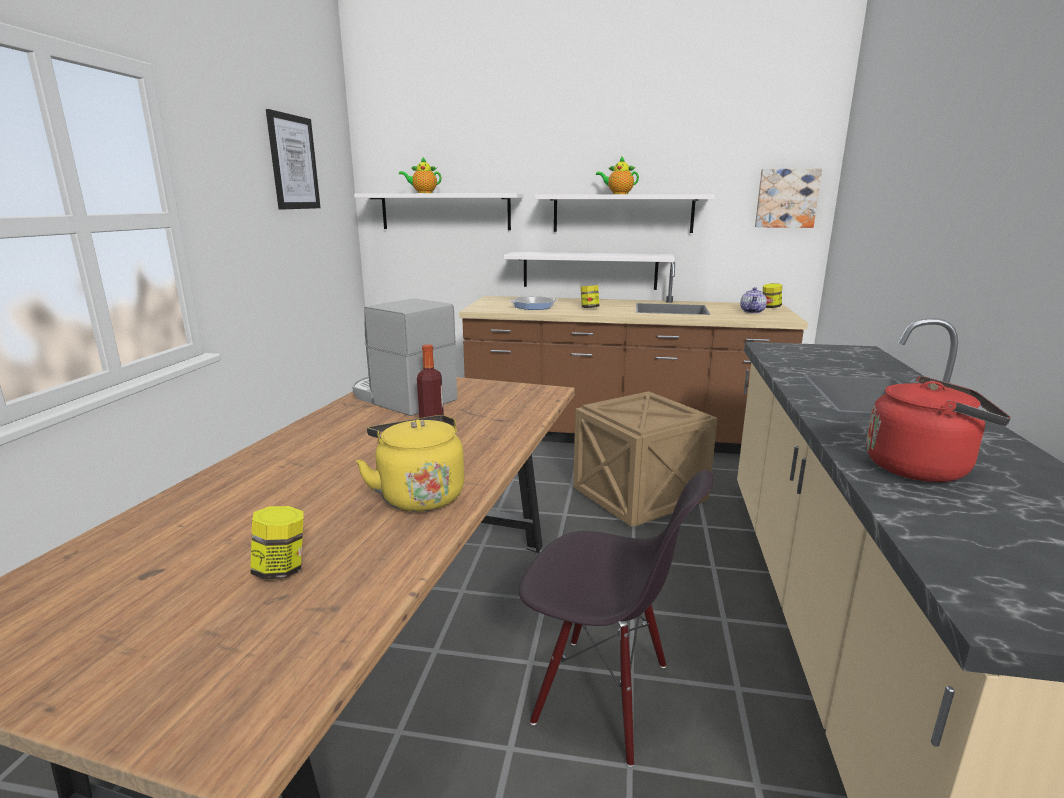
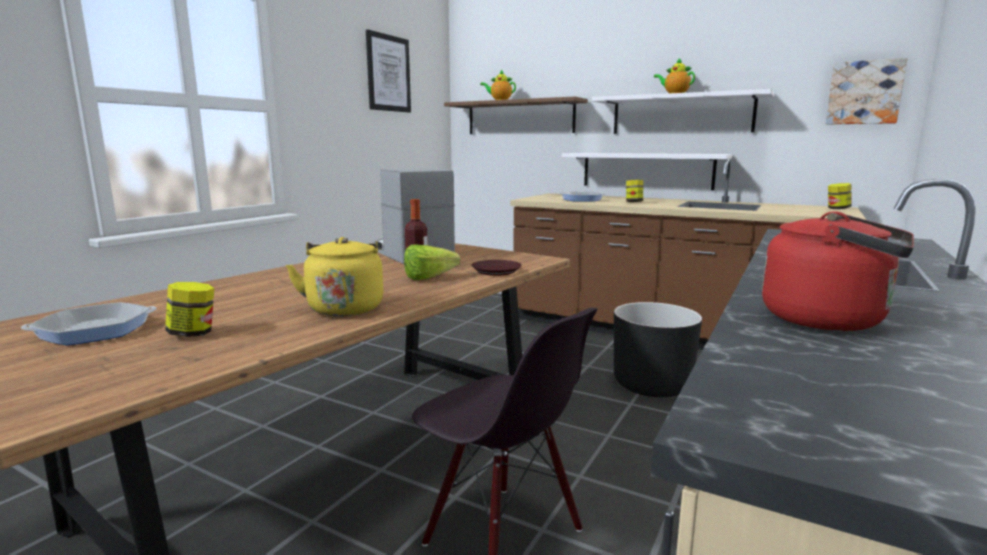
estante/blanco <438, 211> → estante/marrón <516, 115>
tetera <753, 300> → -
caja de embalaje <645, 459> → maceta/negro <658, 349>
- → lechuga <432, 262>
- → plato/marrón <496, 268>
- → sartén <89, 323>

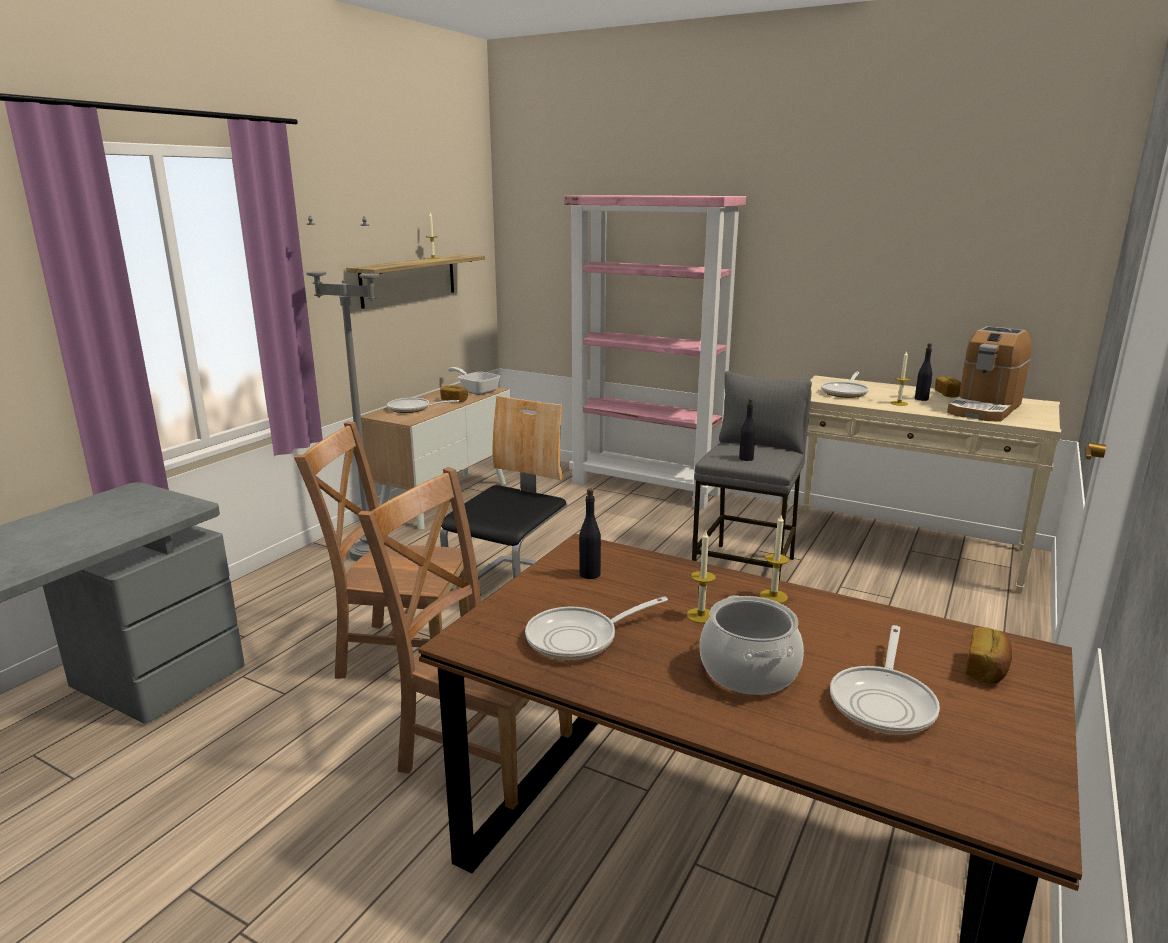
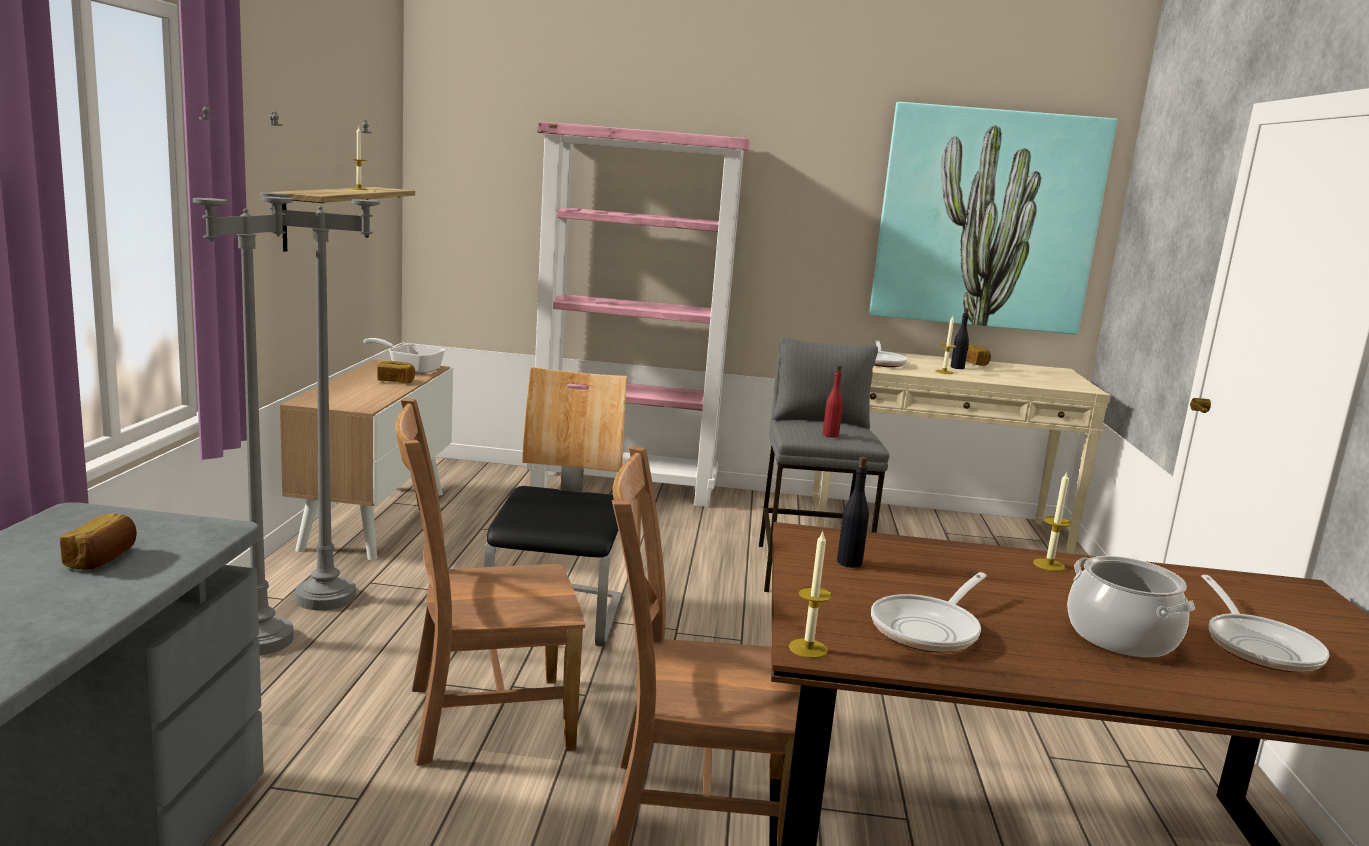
cafetera <989, 373> → -
sartén <423, 405> → -
botella/negro <747, 430> → botella/rojo <833, 401>
vela <701, 577> → vela <810, 595>, moved
pan <988, 655> → pan <98, 541>, moved
- → cuadro <993, 218>
- → lámpara de pie/gris <243, 379>

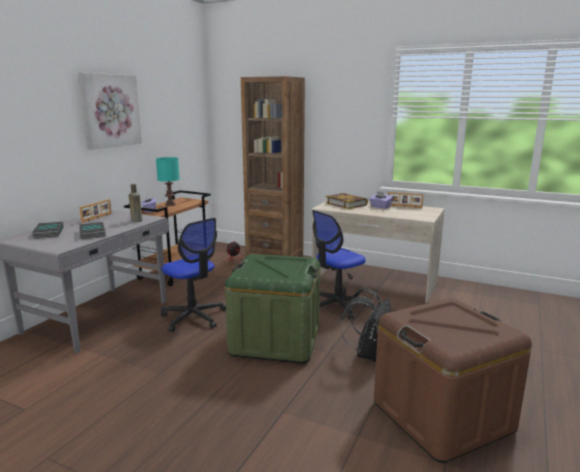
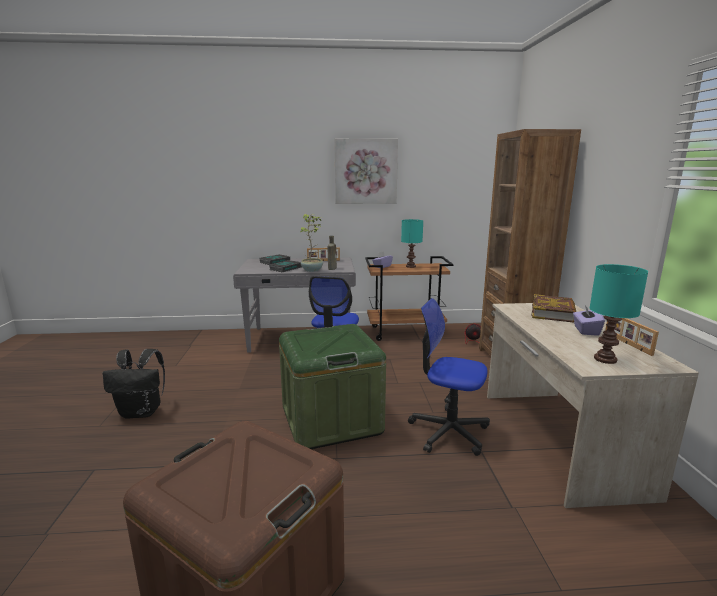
mochila/negro <365, 325> → mochila/negro <133, 384>, moved
- → planta en maceta <311, 243>
- → lámpara de mesa/turquesa <618, 314>

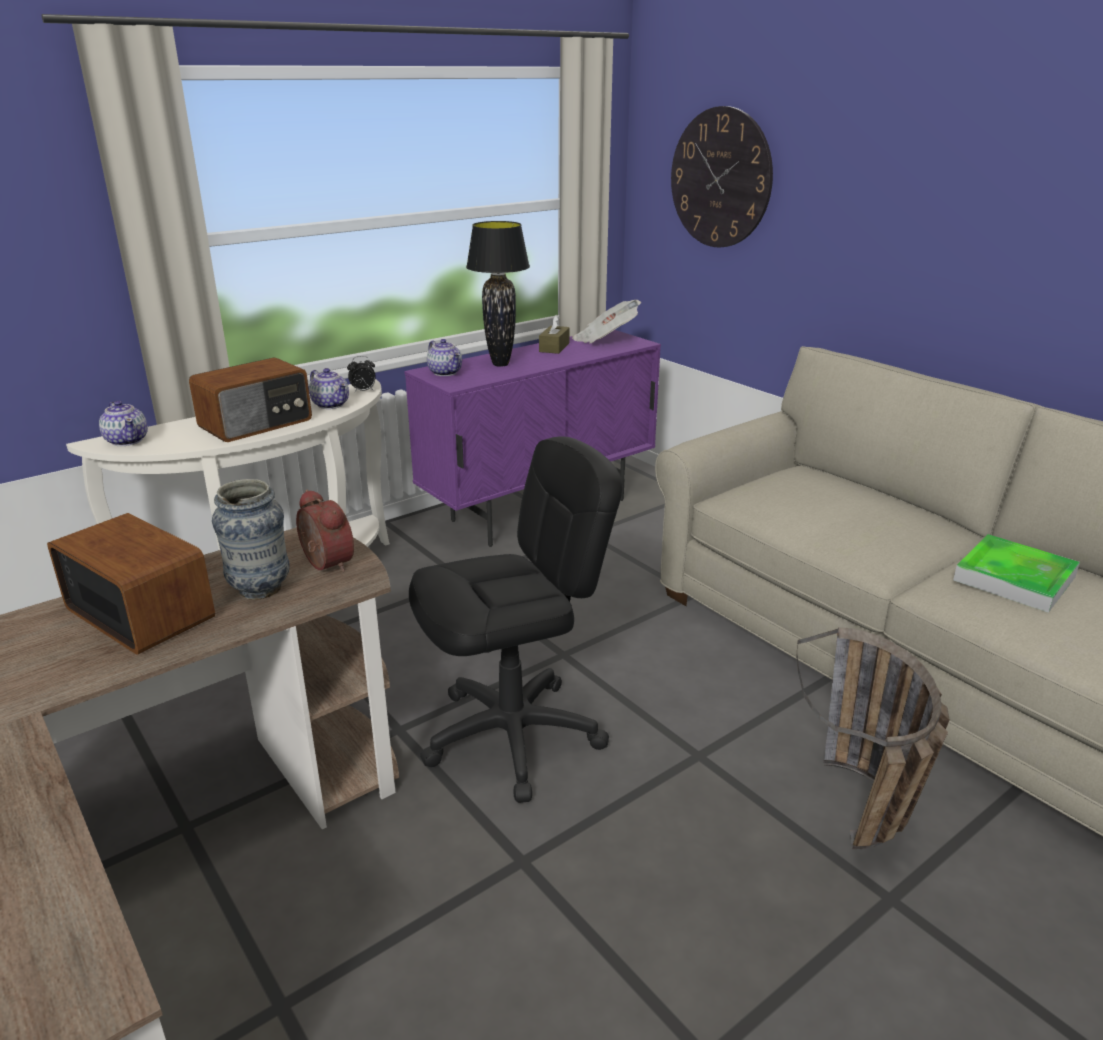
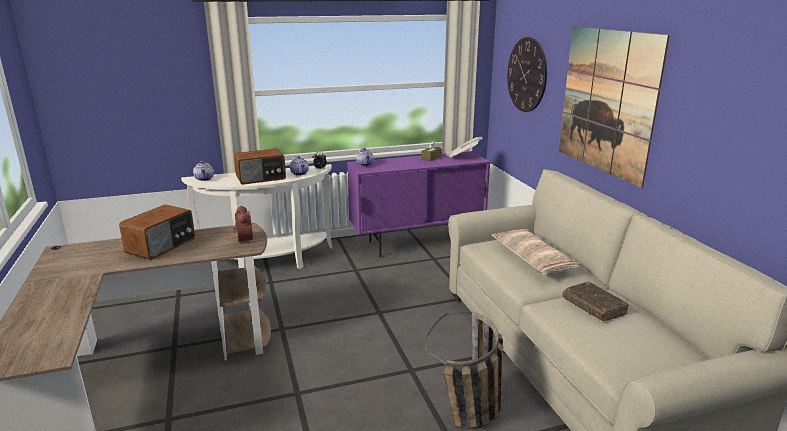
lámpara de mesa/negro <498, 294> → -
silla de oficina/negro <515, 619> → -
florero <251, 539> → -
radio <131, 583> → radio <157, 232>, 60 degrees clockwise
bandeja <1016, 573> → libro/marrón <595, 301>
- → cuadro <614, 107>
- → cojín <536, 252>

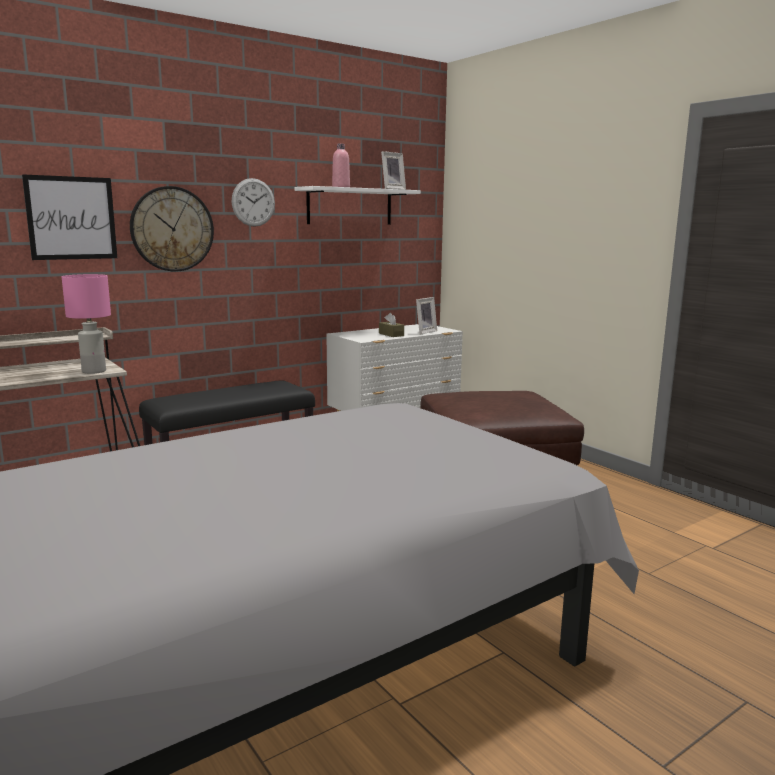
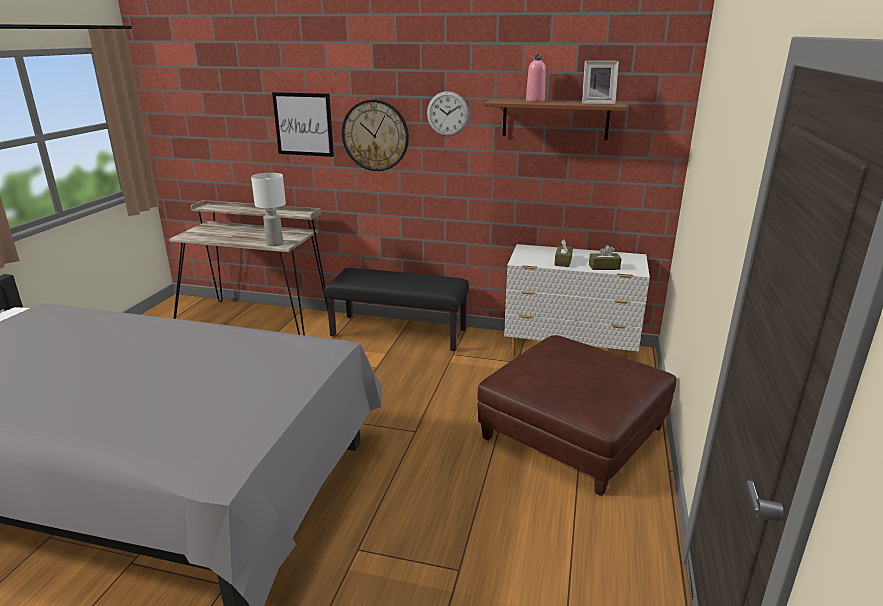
estante/blanco <357, 205> → estante/marrón <555, 119>
lámpara de mesa/rosa <86, 324> → lámpara de mesa/blanco <268, 209>
portarretratos <426, 315> → caja de pañuelos/marrón <605, 257>

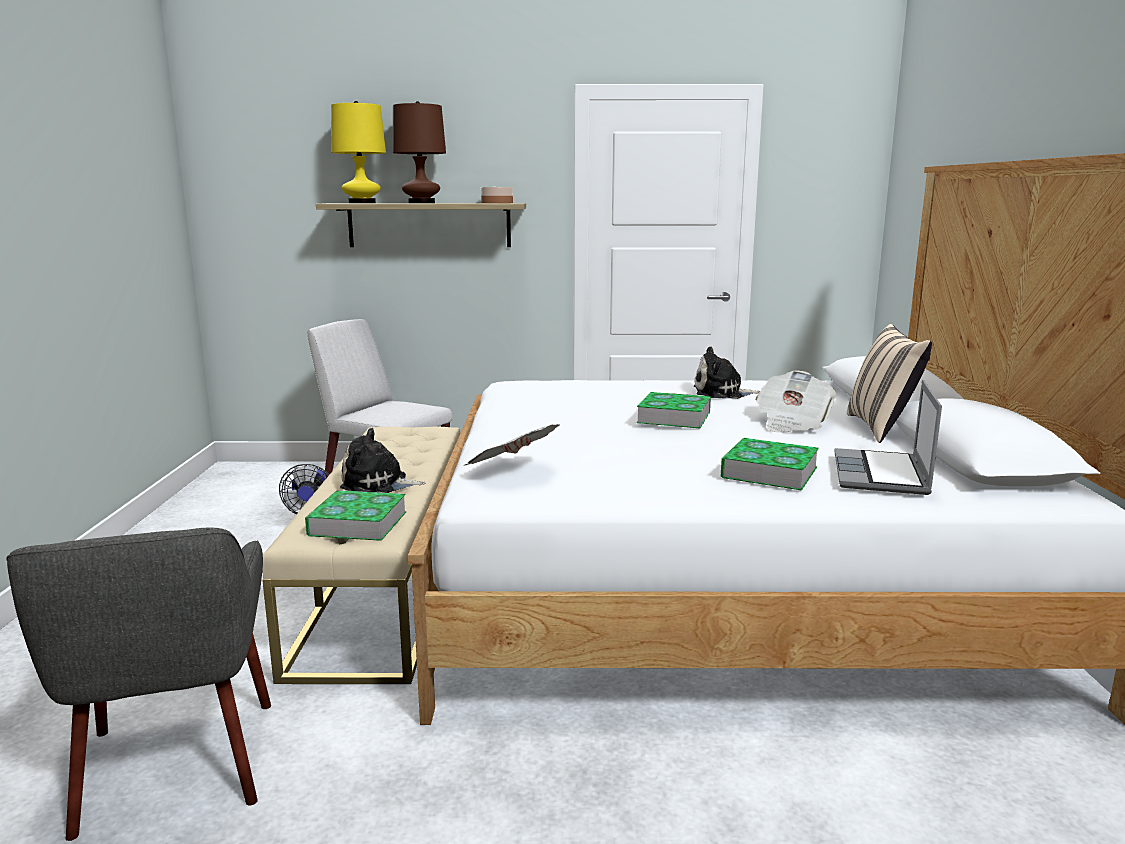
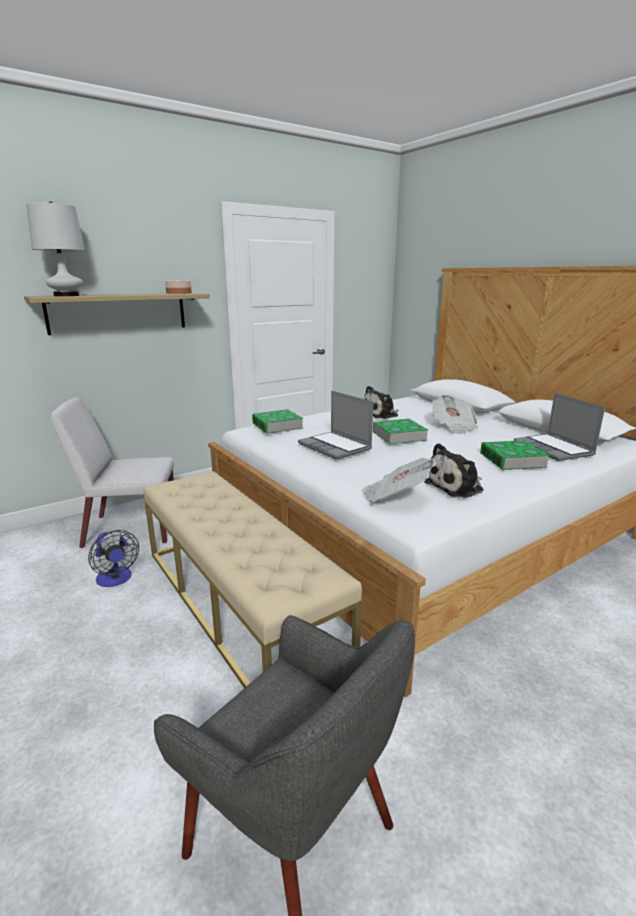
lámpara de mesa/amarillo <358, 152> → lámpara de mesa/blanco <55, 248>
lámpara de mesa/marrón <419, 152> → -
cojín/beis <889, 383> → -
peluche <383, 460> → peluche <454, 470>, moved
libro <355, 515> → libro <277, 421>, moved
- → portátil <335, 425>

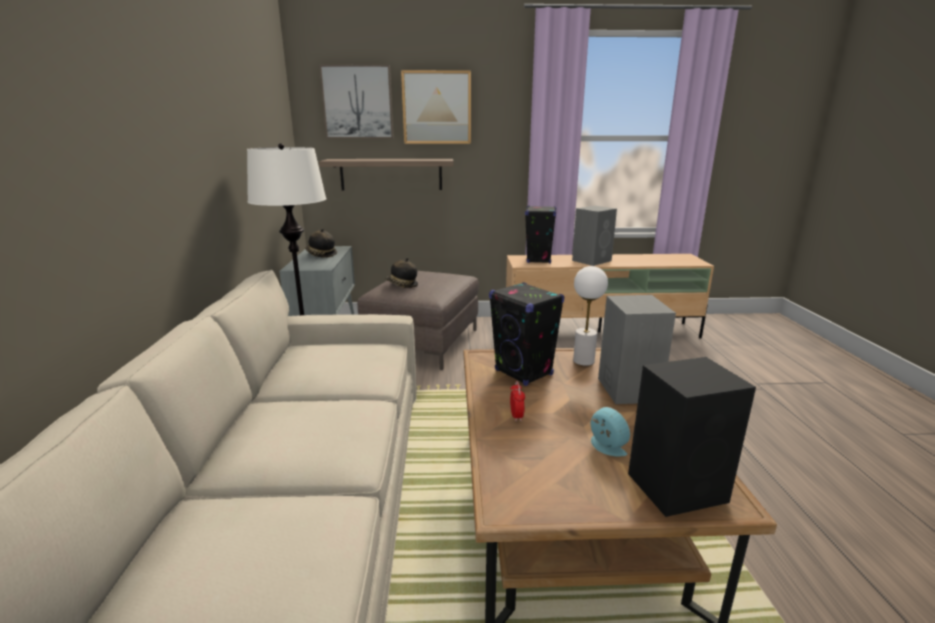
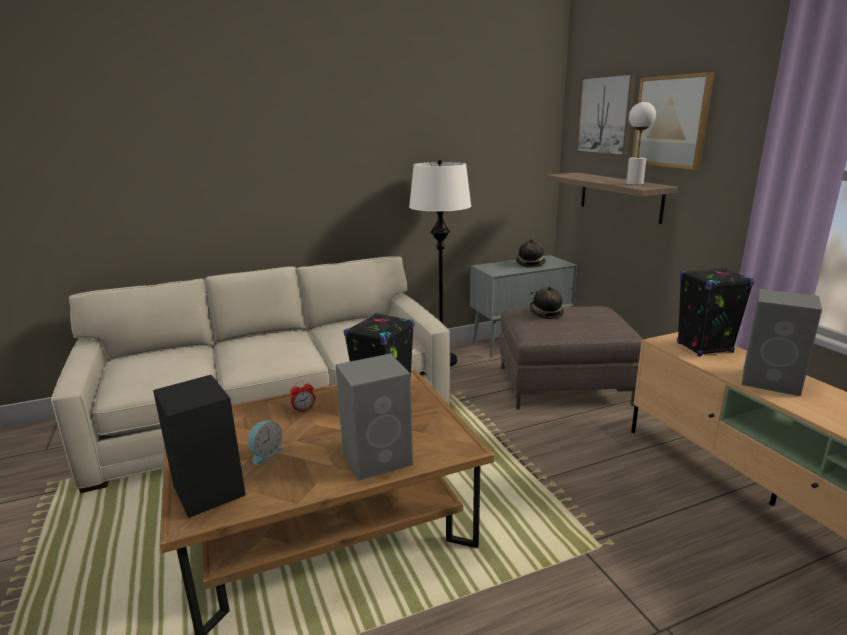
lámpara de mesa/blanco <590, 316> → lámpara de mesa/blanco <641, 143>, moved

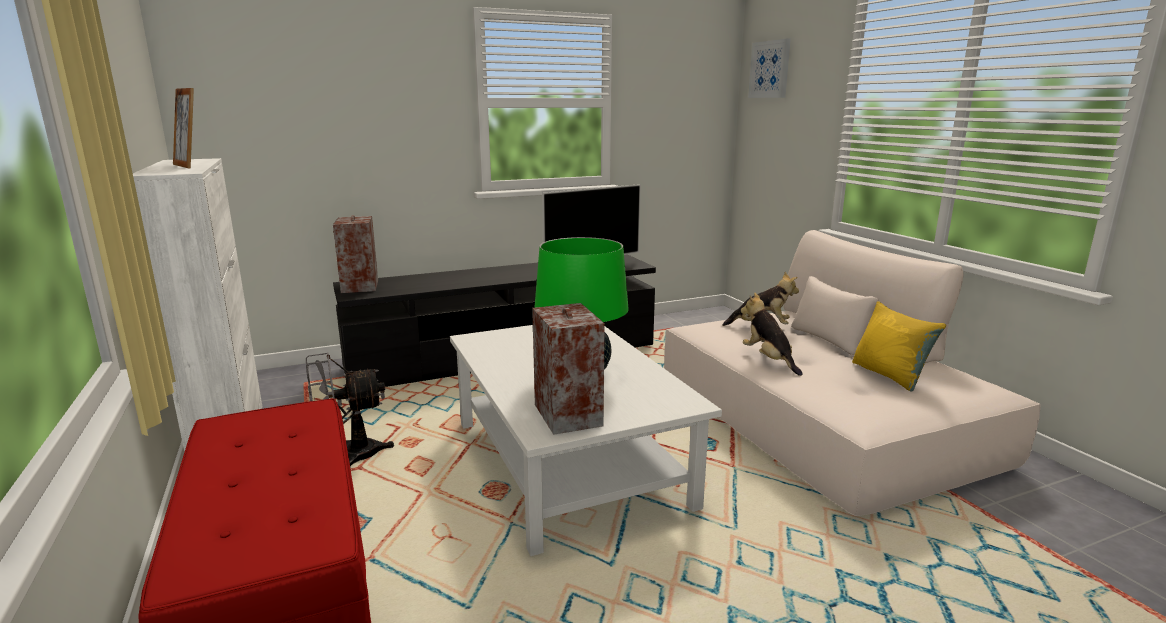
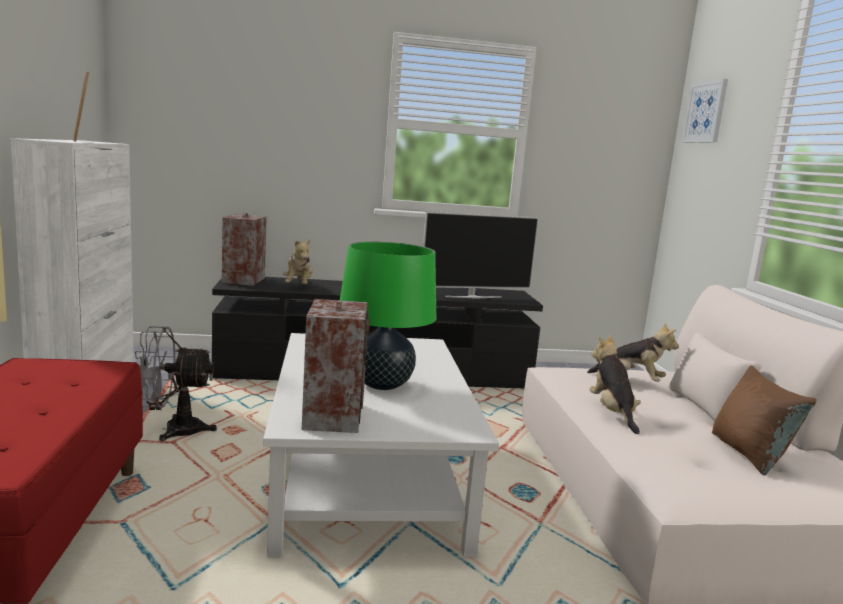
cojín/amarillo <899, 346> → cojín/marrón <764, 420>
- → peluche <298, 262>

